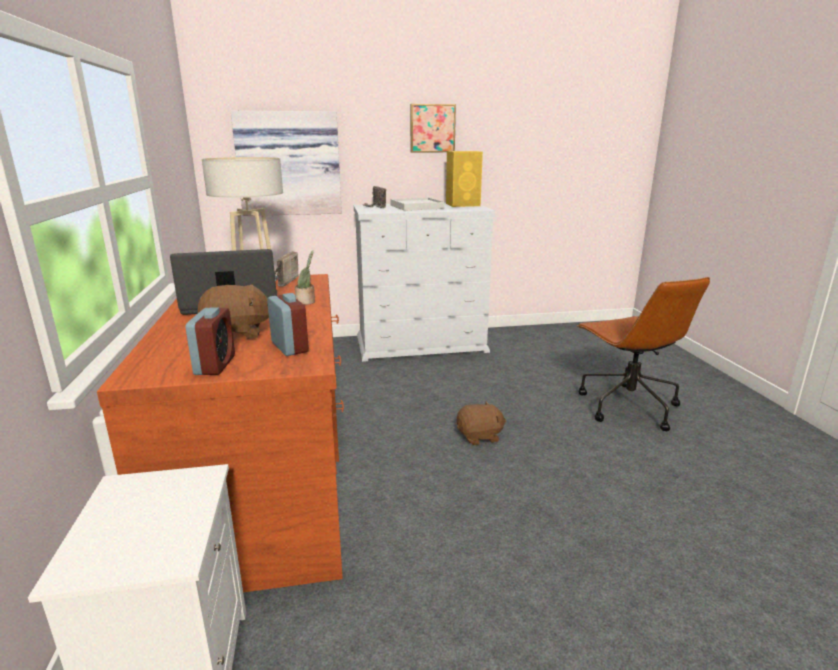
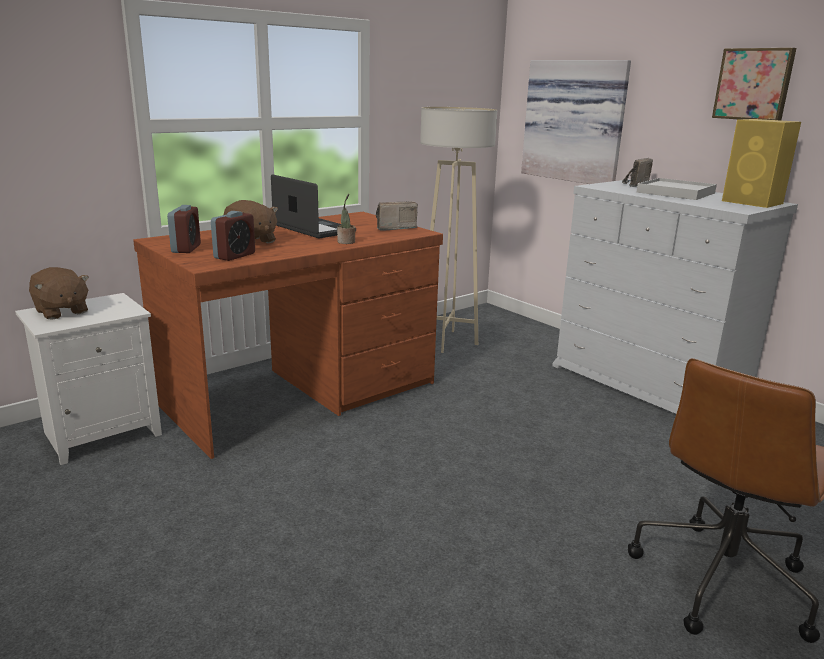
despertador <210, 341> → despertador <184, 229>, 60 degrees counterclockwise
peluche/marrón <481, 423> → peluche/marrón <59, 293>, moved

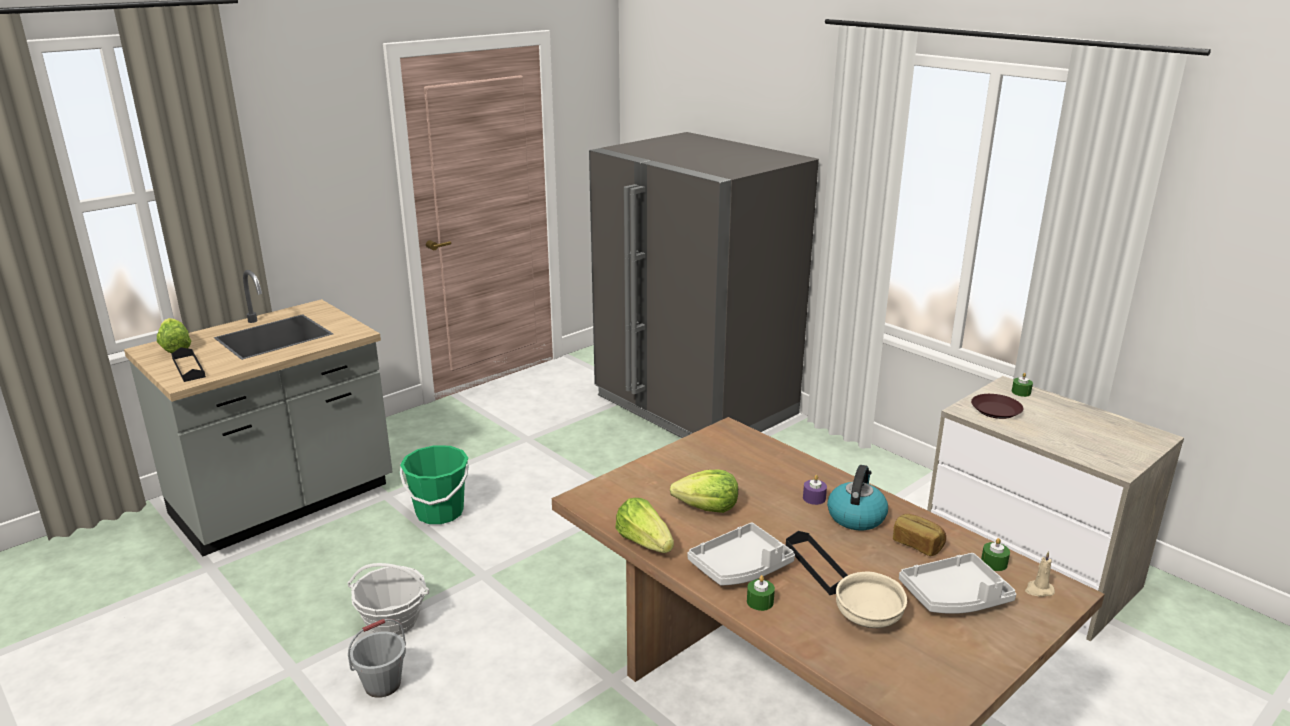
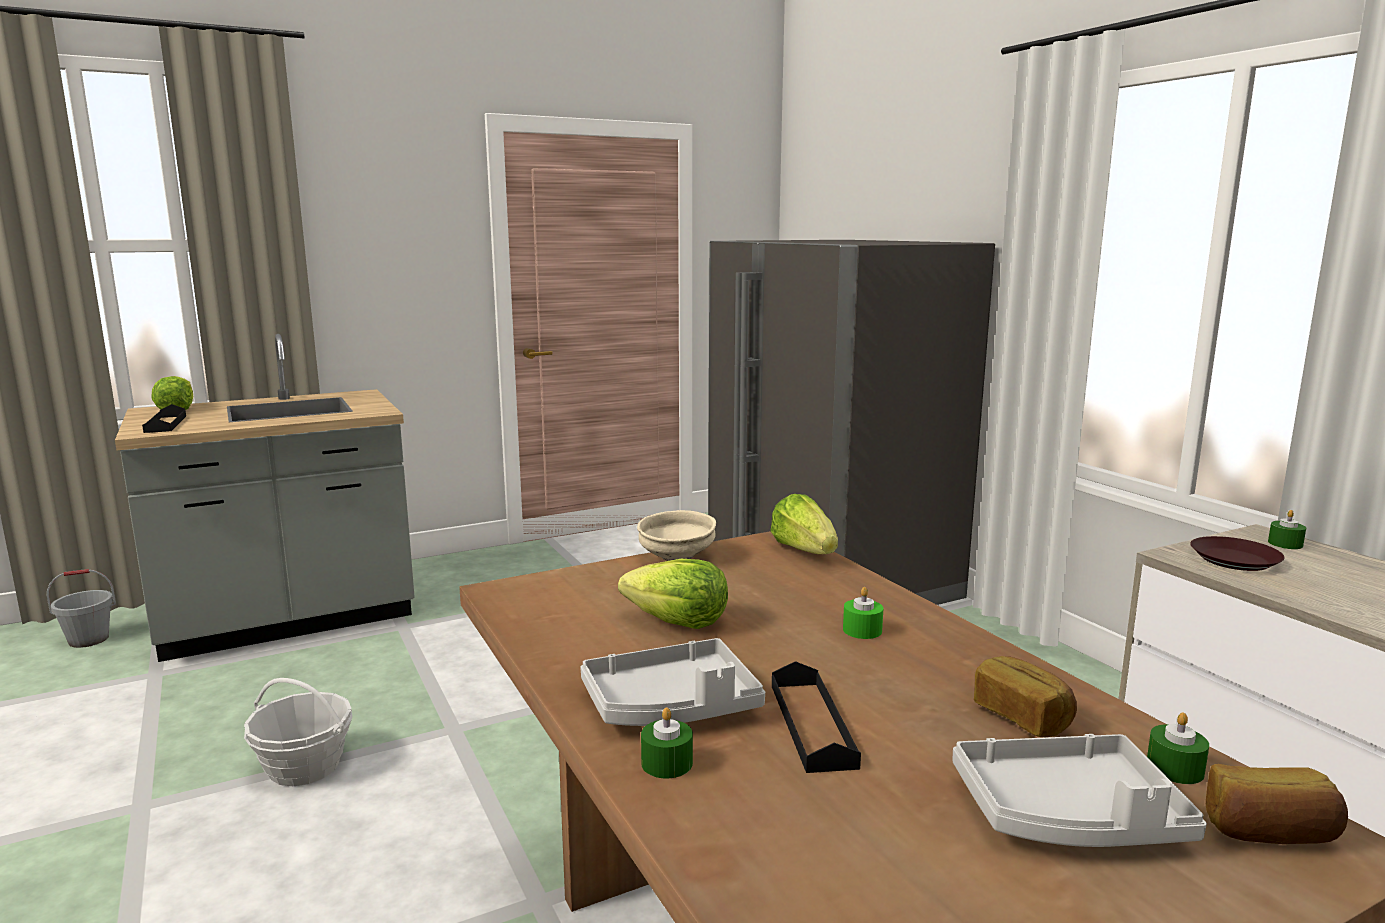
cubo/verde <434, 484> → -
hervidor <857, 497> → -
vela/morado <815, 490> → vela/verde <863, 613>
lechuga <644, 525> → lechuga <804, 524>, moved
vela/beis <1040, 574> → pan <1277, 804>
cuenco/beis <871, 599> → cuenco/beis <676, 535>, moved
cubo/gris <377, 658> → cubo/gris <81, 608>, moved

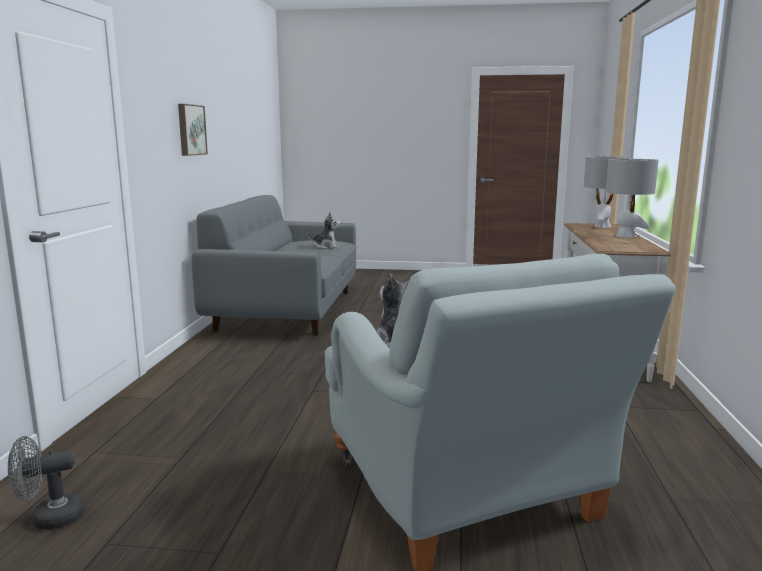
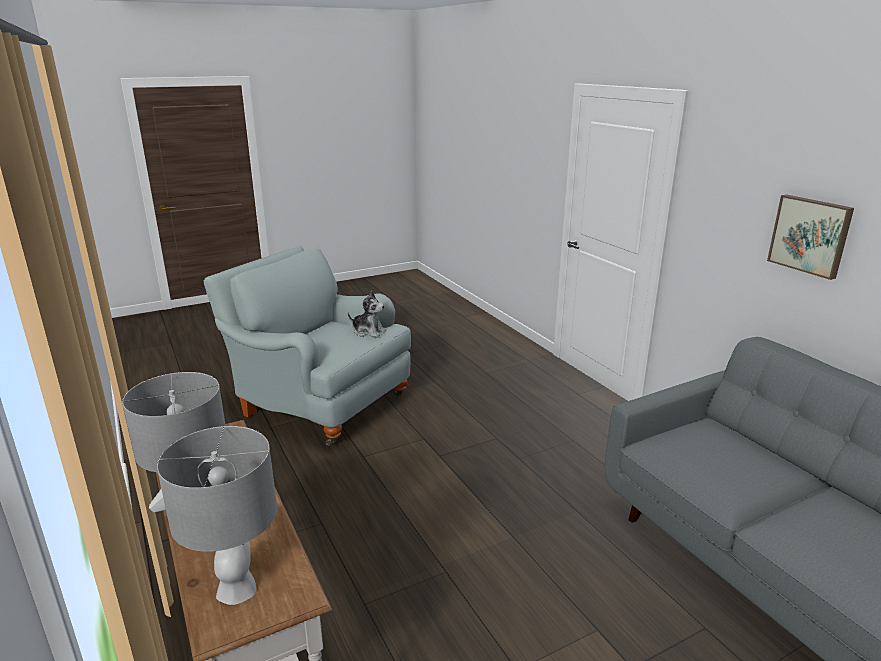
peluche <325, 230> → -
ventilador/gris <46, 483> → -

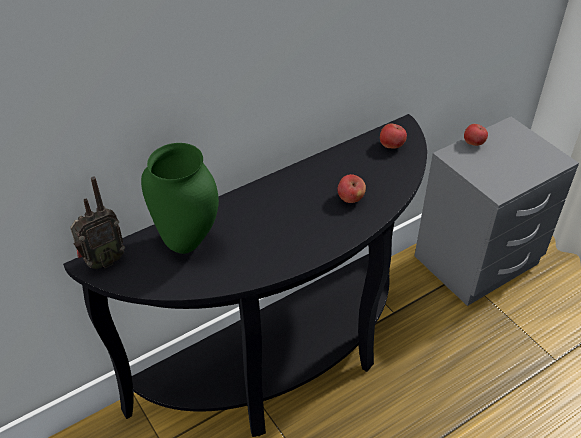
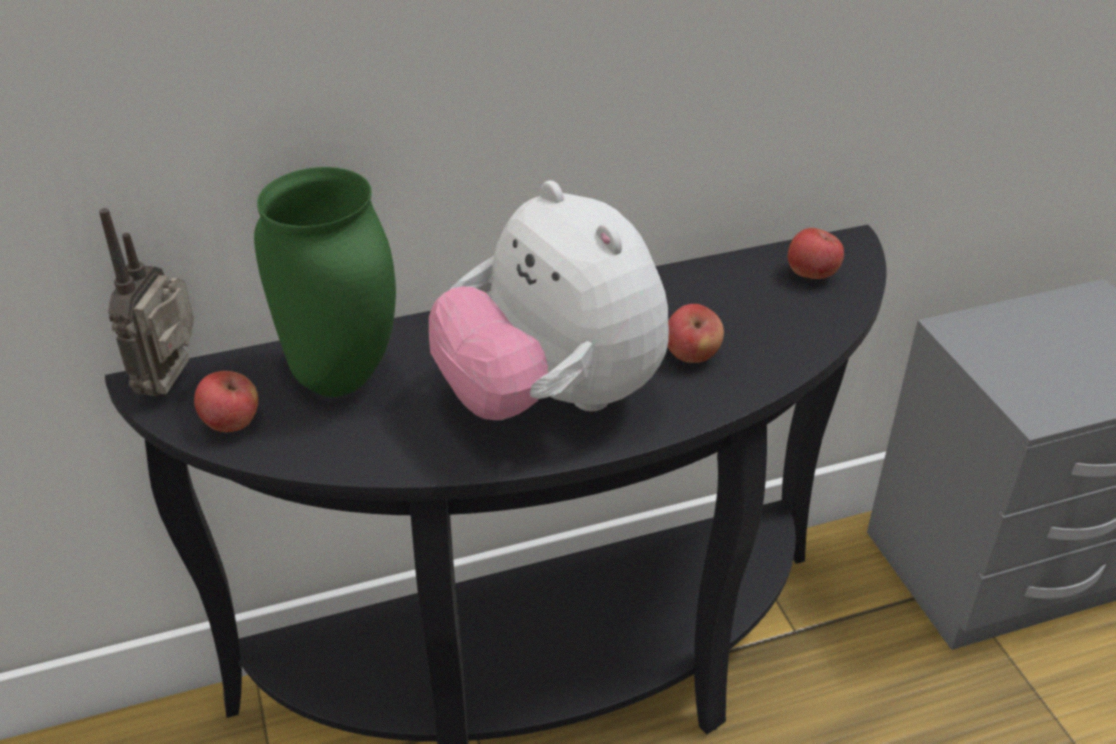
manzana <476, 135> → manzana <226, 401>, moved
radio <97, 223> → radio <146, 302>, 120 degrees clockwise
- → peluche <549, 300>

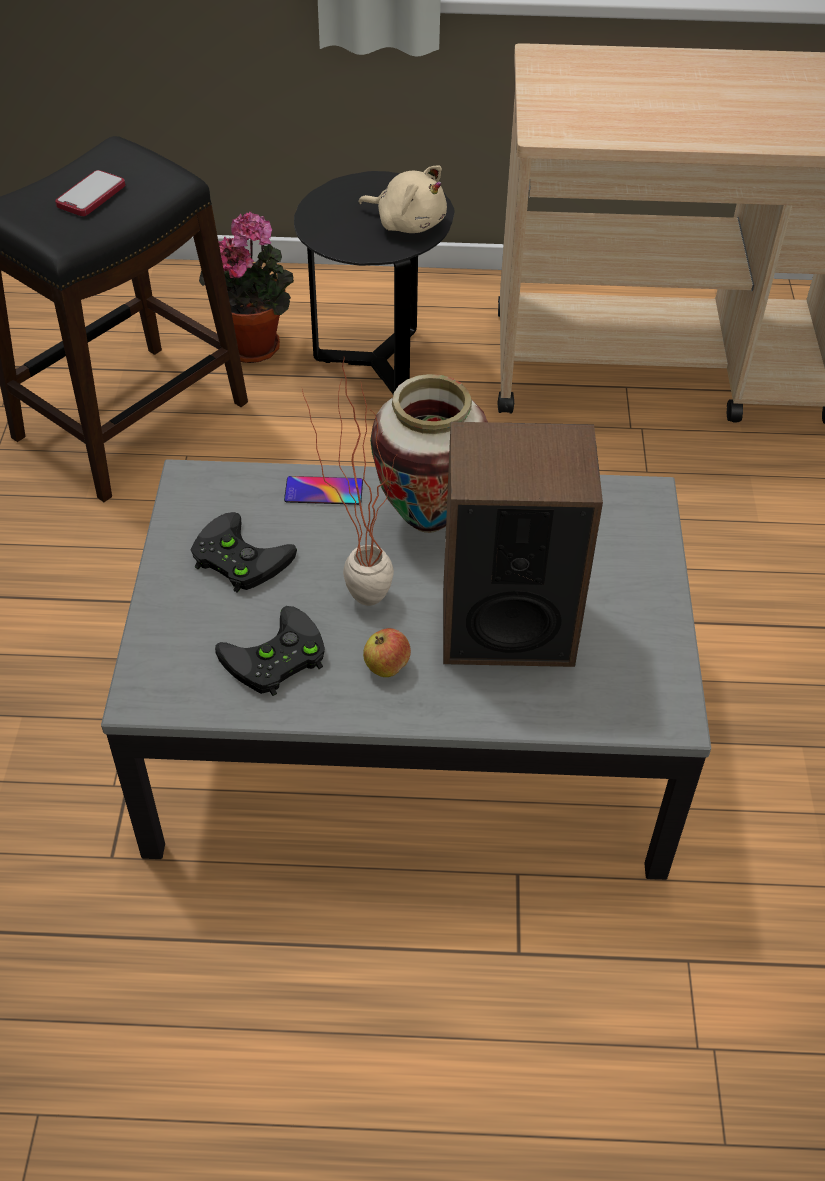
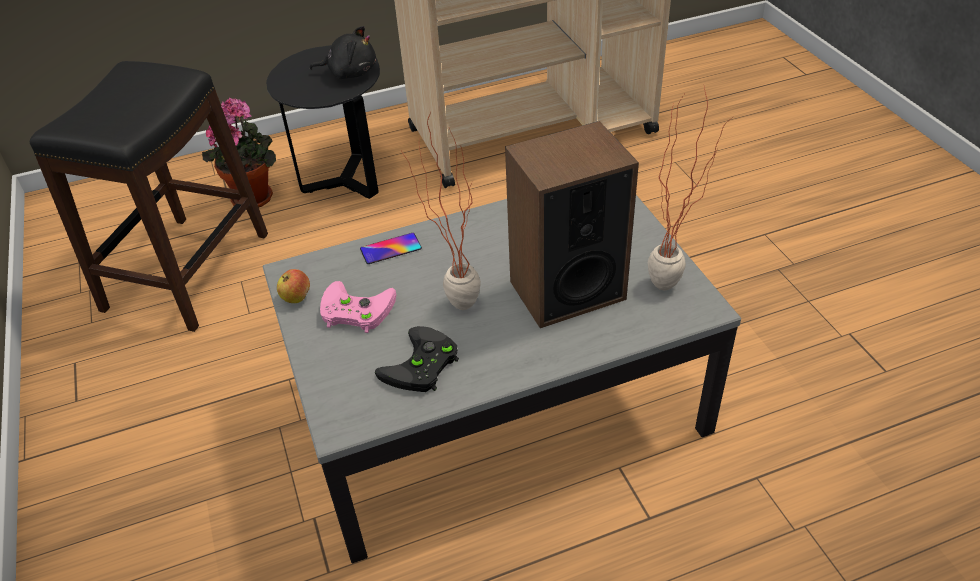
peluche/beis <402, 199> → peluche/negro <342, 52>
móvil <90, 193> → -
florero <429, 453> → -
mando de consola/negro <244, 552> → mando de consola/rosa <358, 307>
manzana <387, 652> → manzana <293, 286>, moved
- → planta en maceta <690, 188>

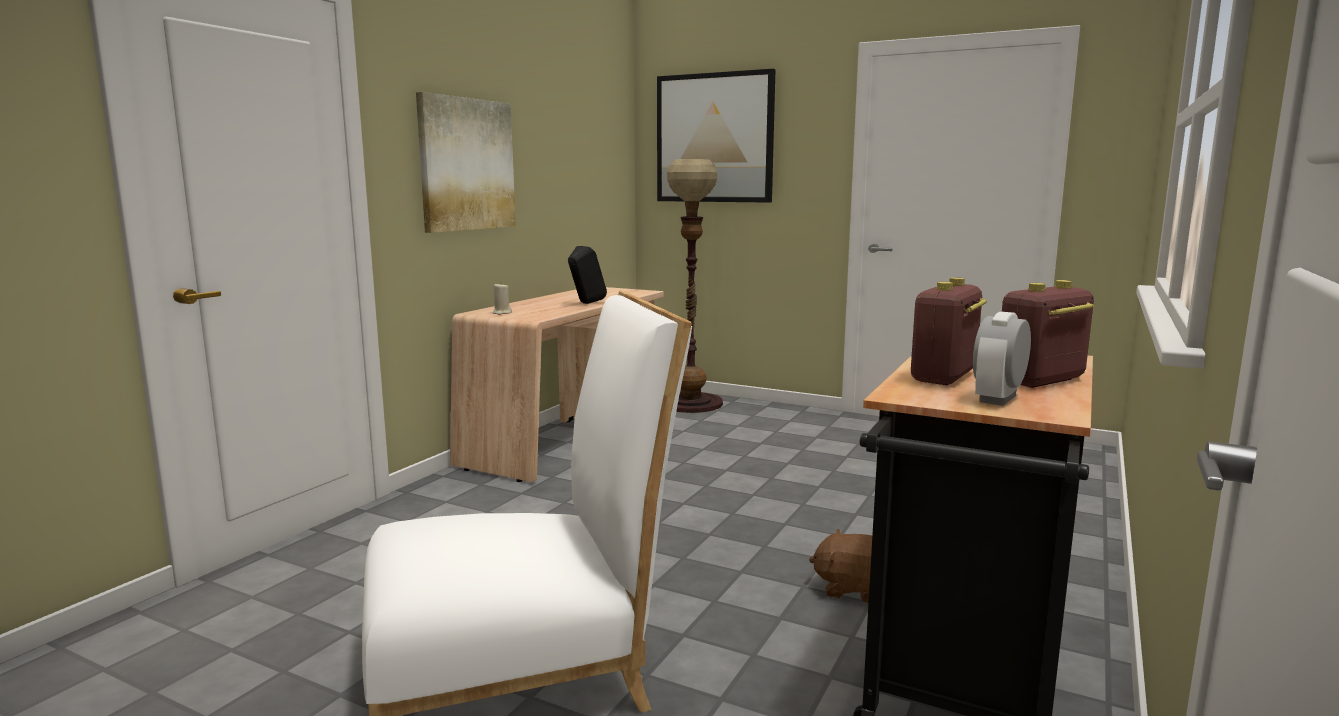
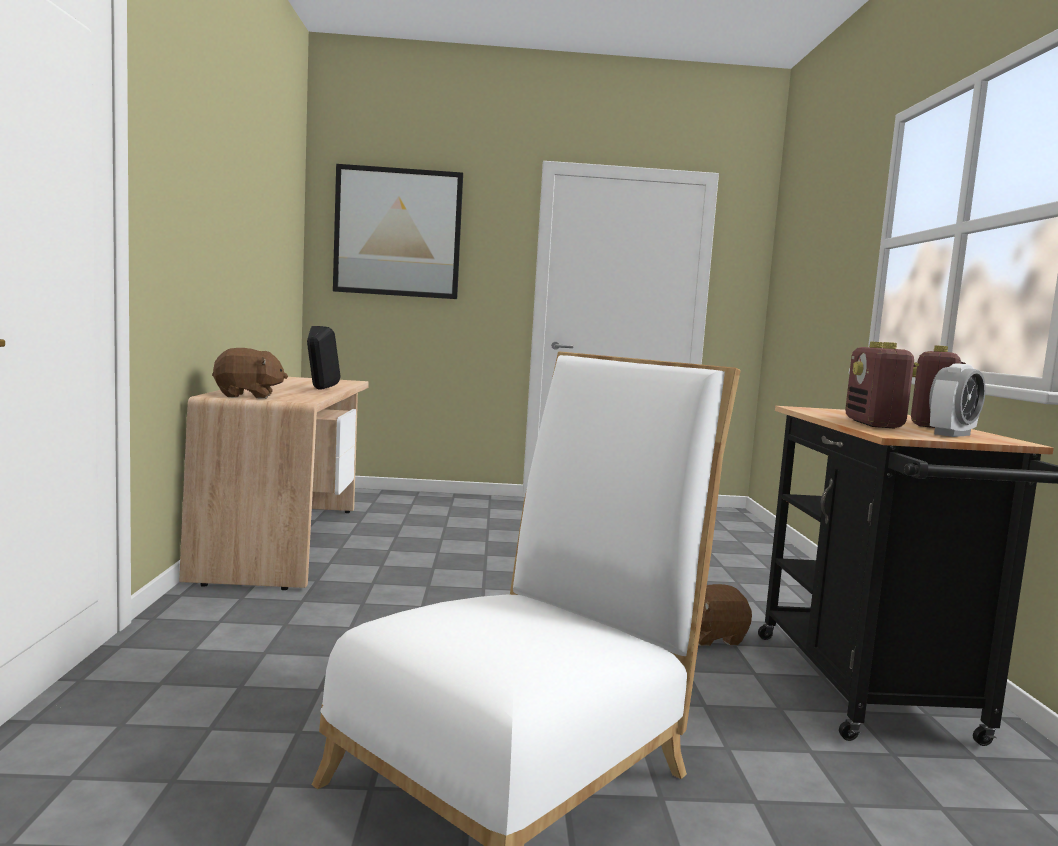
cuadro <466, 162> → -
lámpara de pie <695, 286> → -
vela/beis <502, 298> → peluche/marrón <250, 373>
despertador <1002, 358> → despertador <957, 400>, 135 degrees counterclockwise

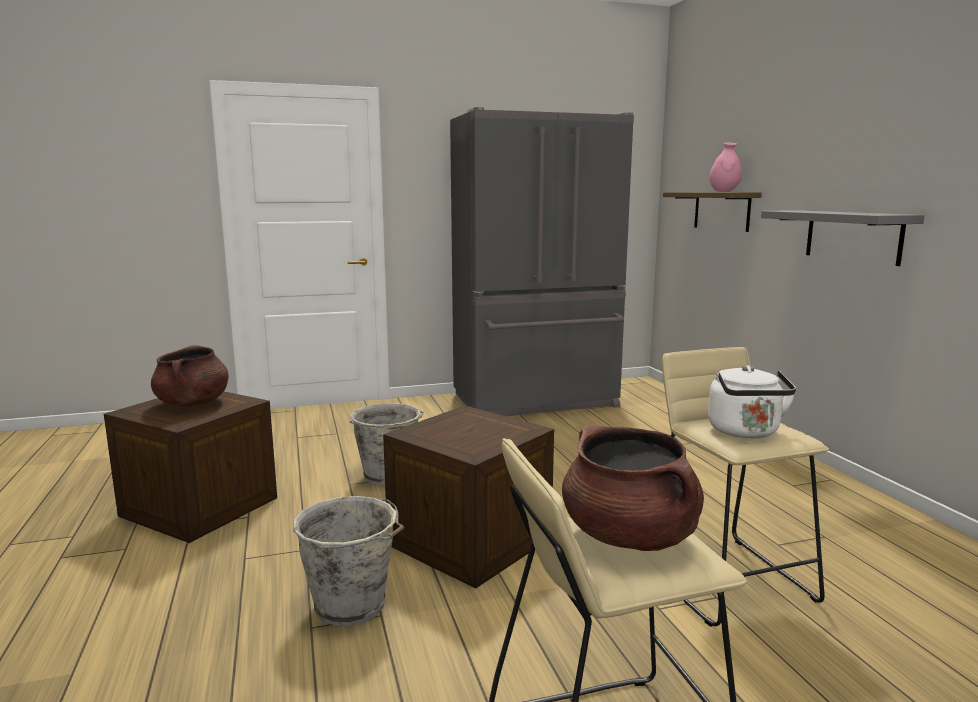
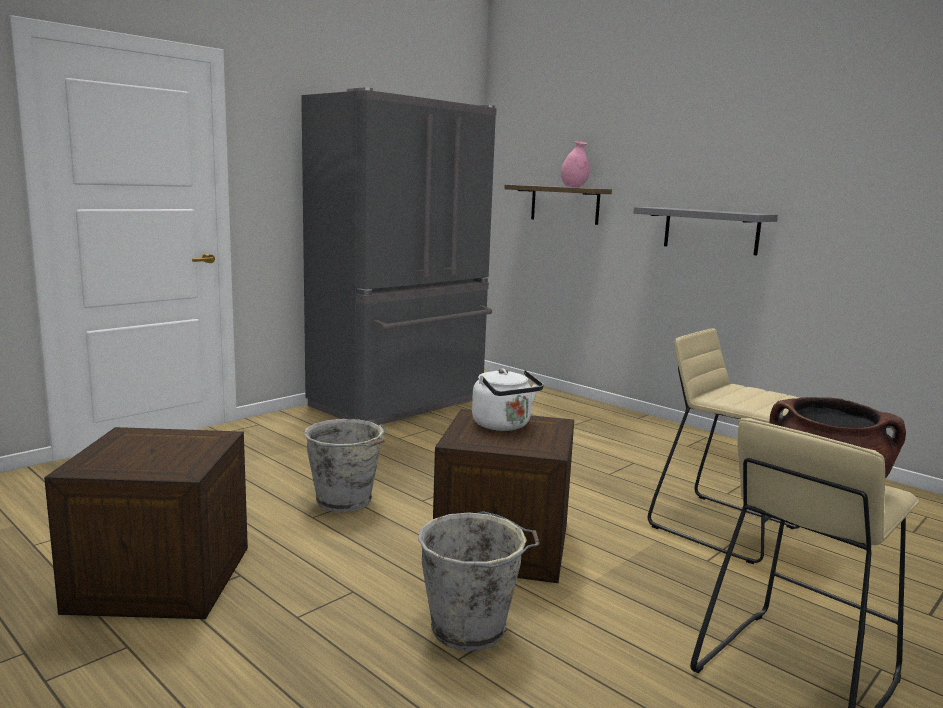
olla/marrón <190, 376> → -
hervidor/blanco <752, 401> → hervidor/blanco <508, 400>, moved

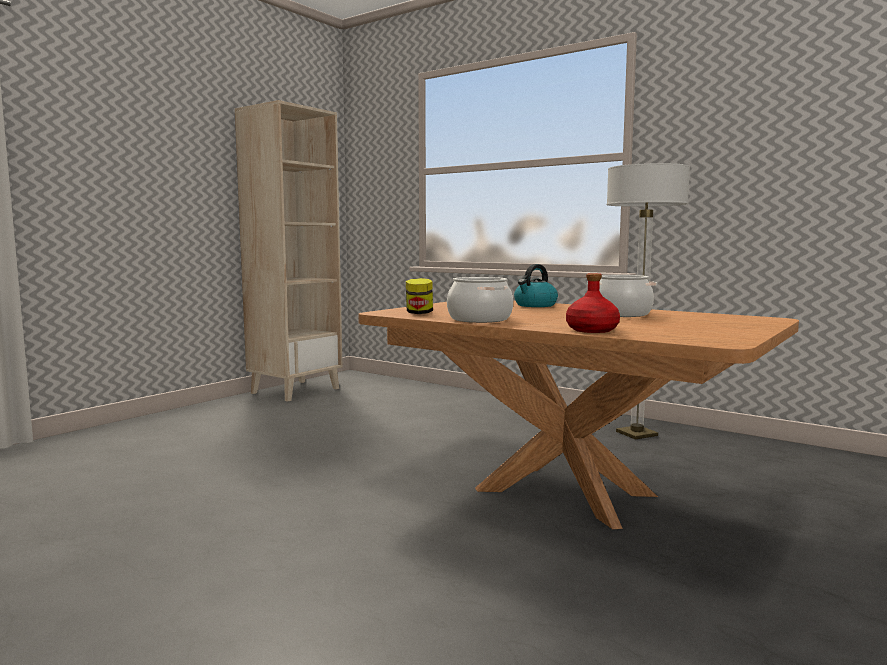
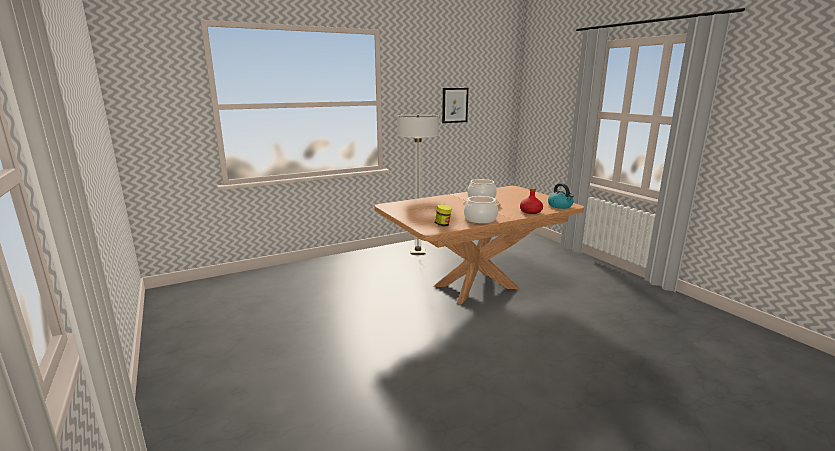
estantería/beis <288, 251> → -
hervidor <536, 285> → hervidor <561, 196>, moved
- → cuadro <455, 105>

